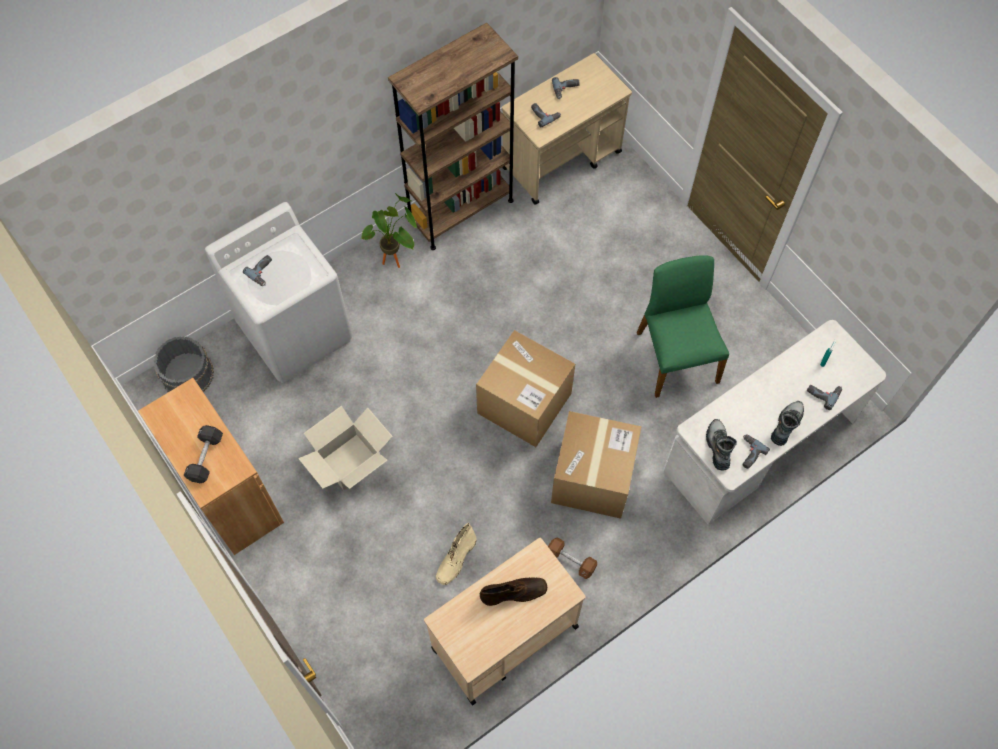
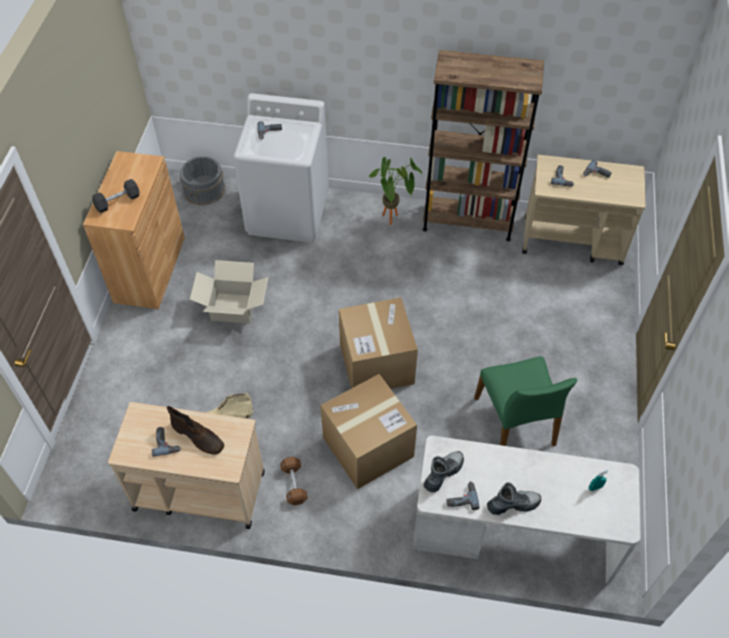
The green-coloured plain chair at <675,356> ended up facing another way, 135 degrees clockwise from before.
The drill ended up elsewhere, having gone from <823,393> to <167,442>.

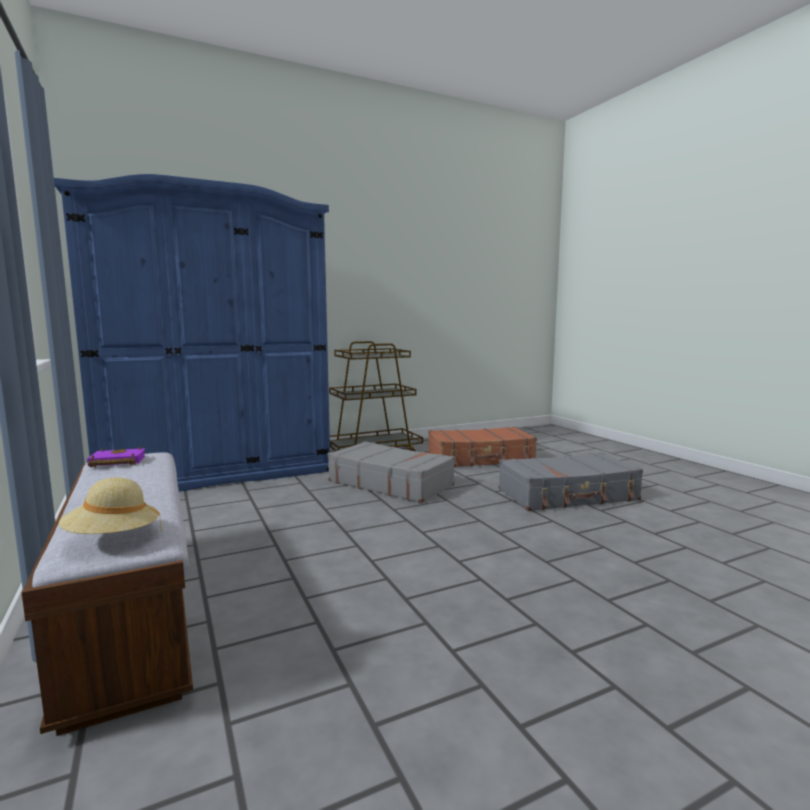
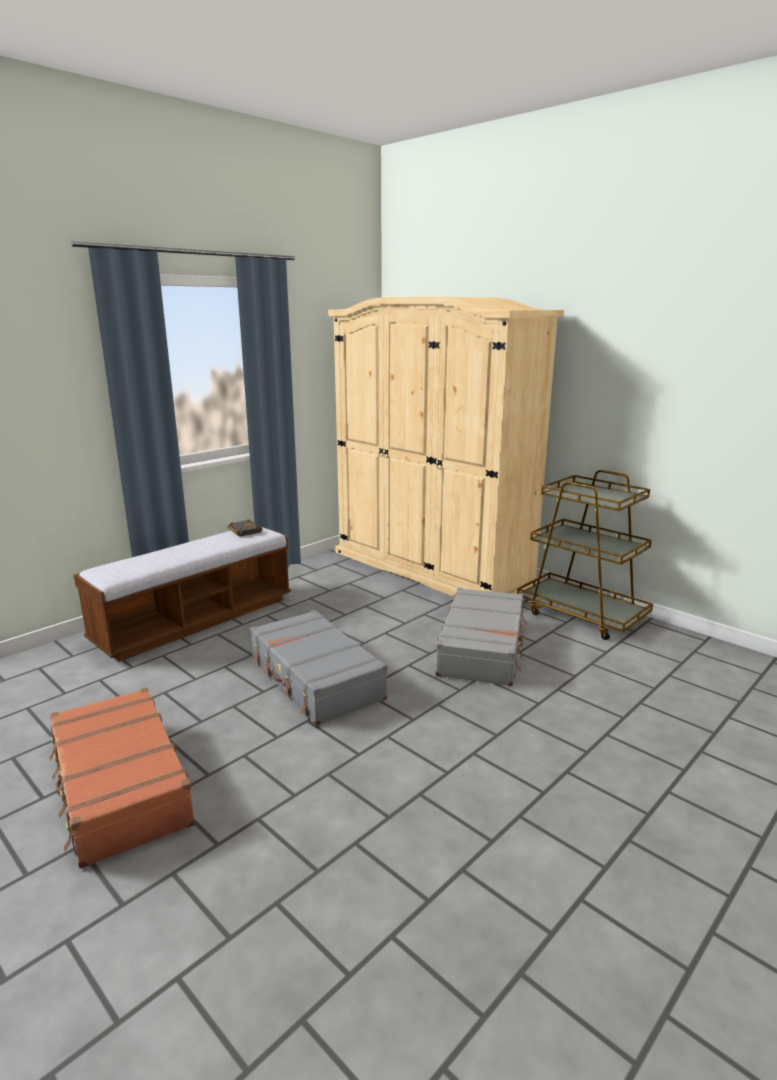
What was the blue wardrobe at <218,473> turned into the beige-coloured wardrobe at <431,567>.
The brown piece of luggage ended up elsewhere, having gone from <480,458> to <119,787>.
What was the purple-coloured bound book at <115,462> turned into the black bound book at <243,531>.
The greyish piece of luggage ended up elsewhere, having gone from <568,495> to <315,679>.
The second view lost the beige-coloured hat at <113,538>.

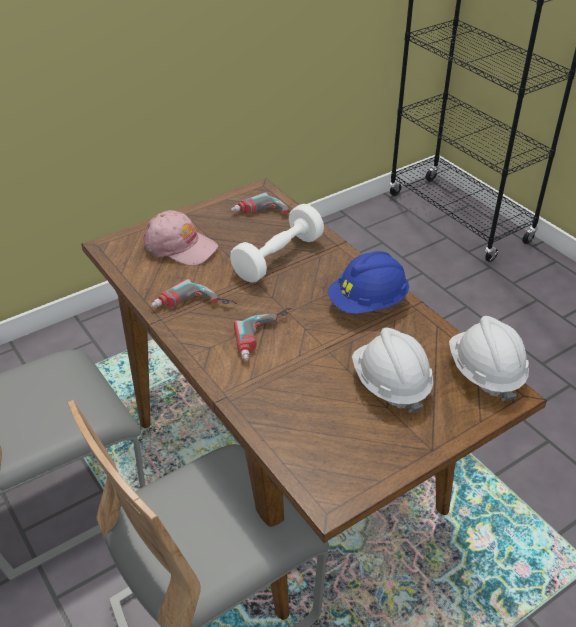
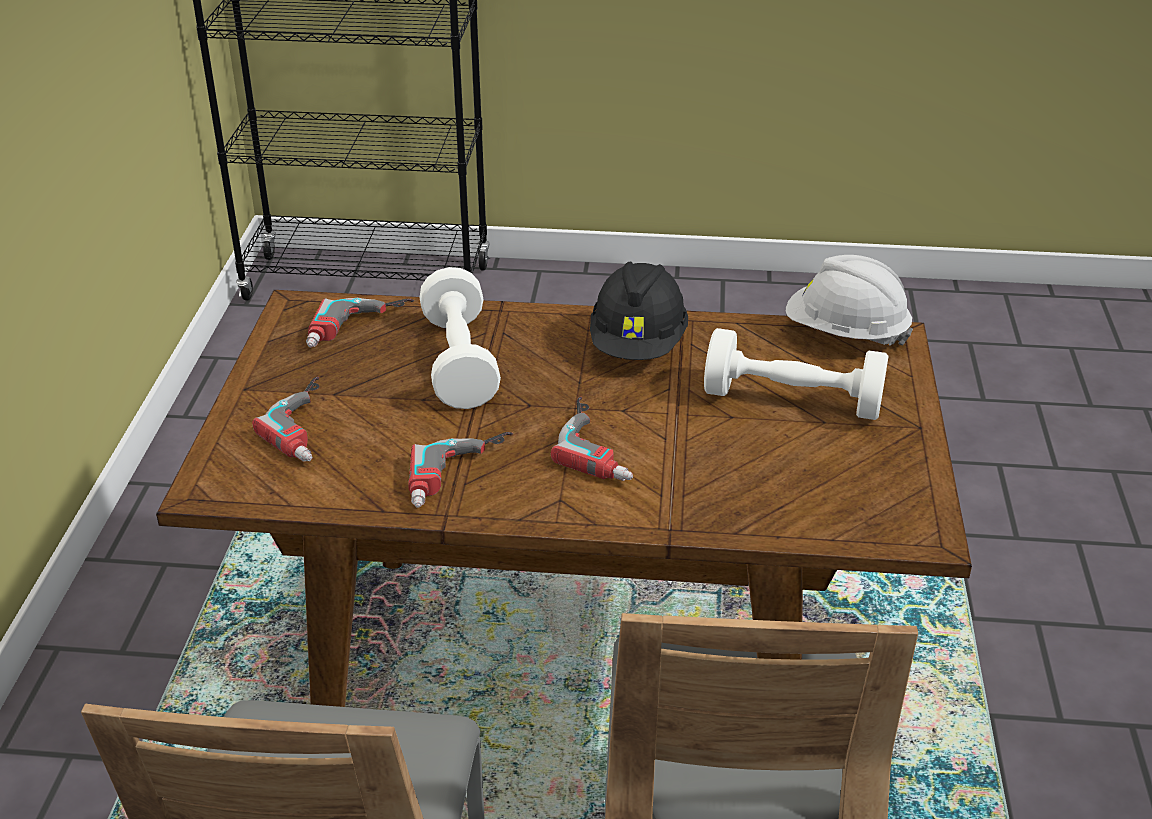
Where the pink peaked cap stood at <180,246>, the drill came to stand at <312,426>.
What was the blue work helmet at <368,303> turned into the black work helmet at <638,344>.
Where the whitish work helmet stood at <390,384>, the whitish free weight came to stand at <792,401>.

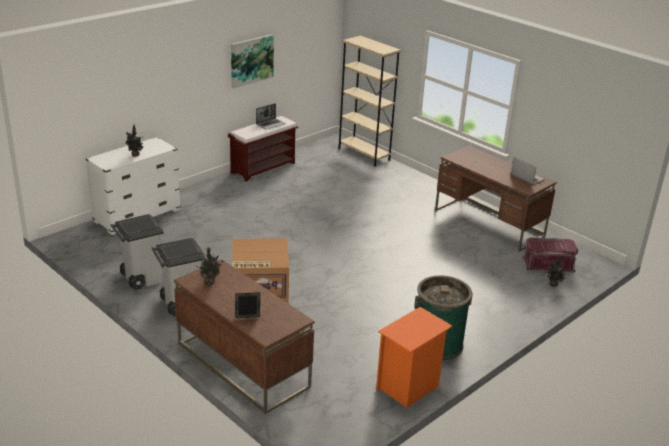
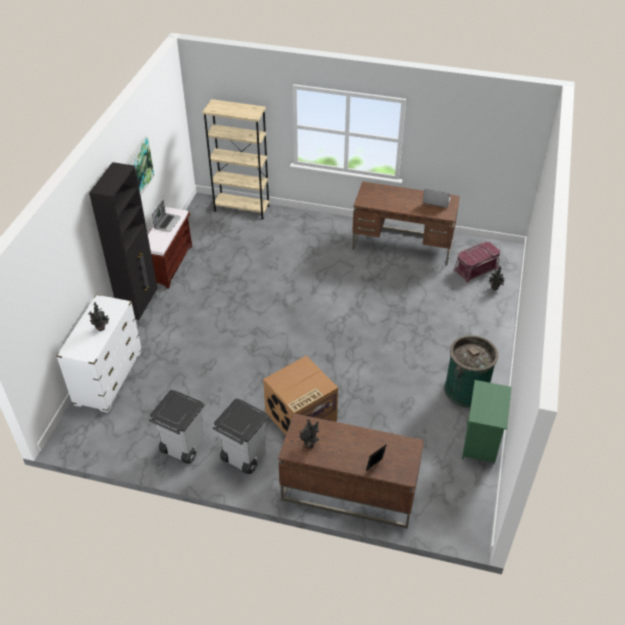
What was the orange-coloured night table at <409,387> turned into the green-coloured night table at <481,443>.
The second view gained the black cabinet at <140,309>.

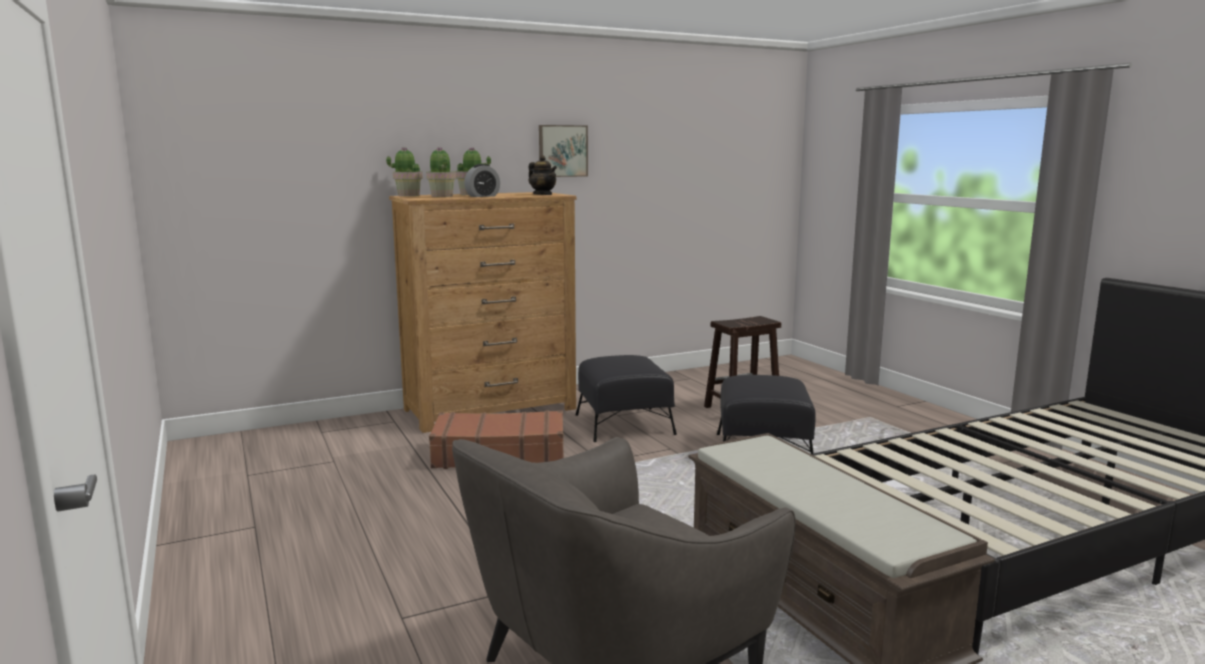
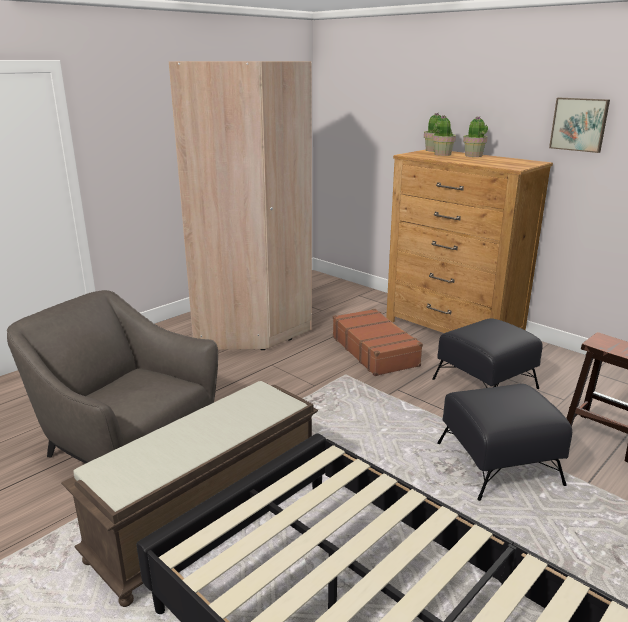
The second view lost the tea pot at <543,195>.
The second view lost the bedside clock at <482,196>.
The second view gained the beige-coloured wardrobe at <254,325>.

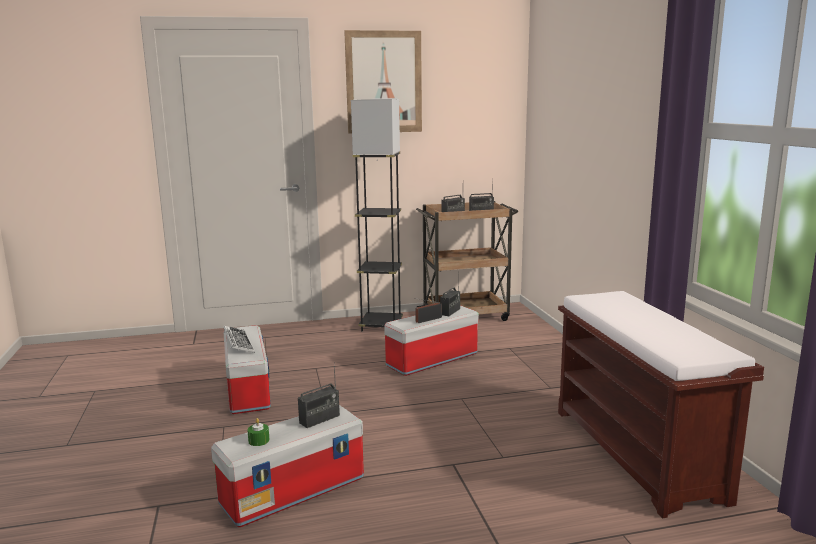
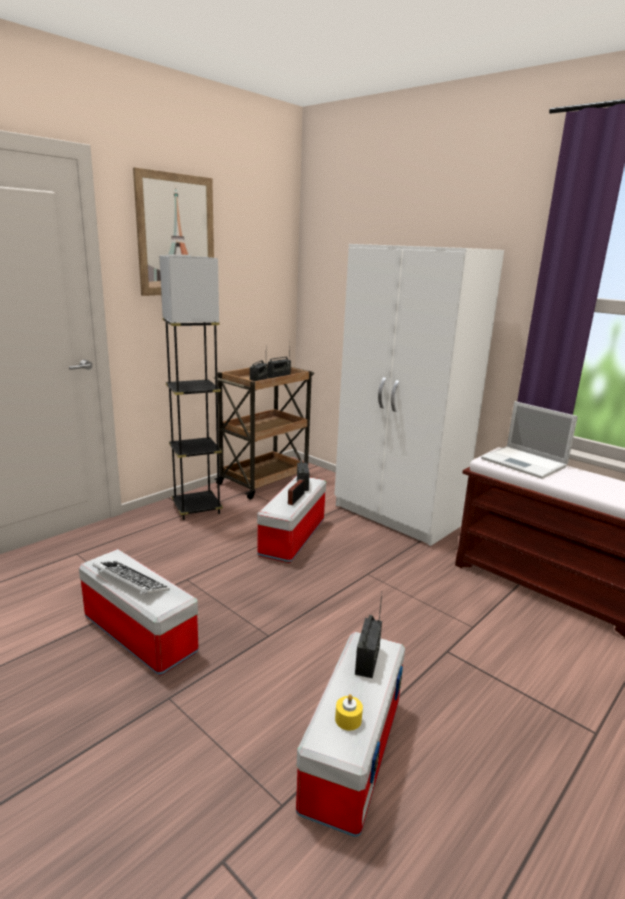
What was the green-coloured wax light at <259,440> turned into the yellow wax light at <348,719>.
The second view gained the whitish wardrobe at <398,515>.
The second view gained the notebook computer at <525,463>.

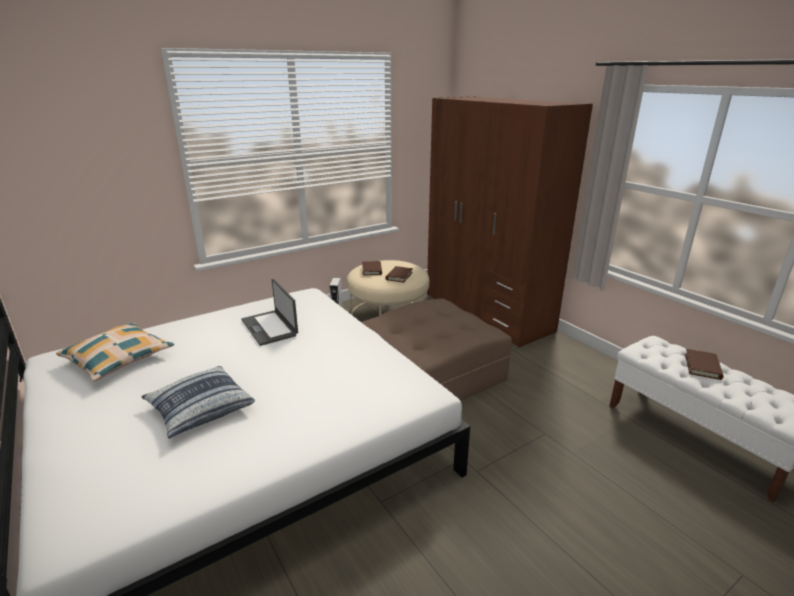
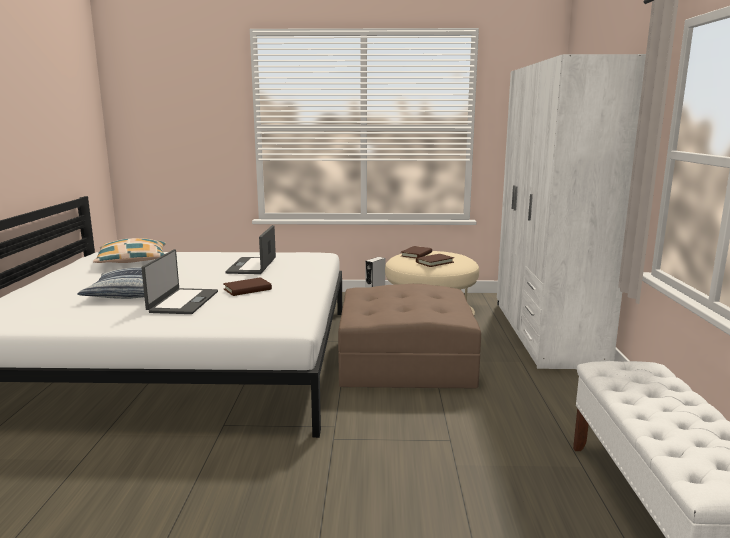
What was the brown wardrobe at <487,312> turned into the whitish wardrobe at <545,332>.
The brown bound book ended up elsewhere, having gone from <702,366> to <247,289>.
The second view gained the notebook computer at <183,302>.

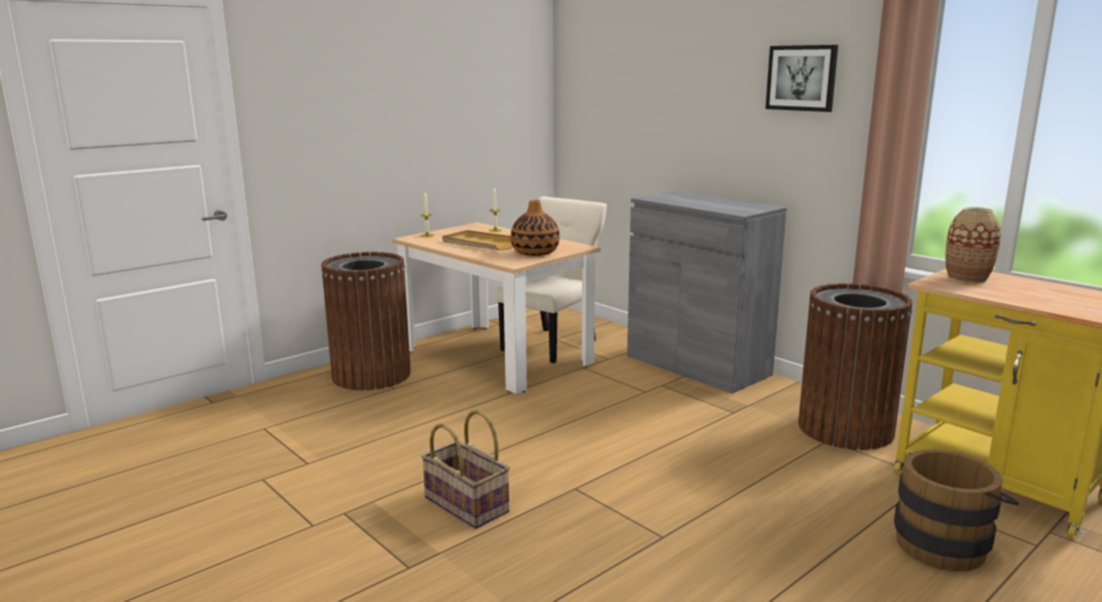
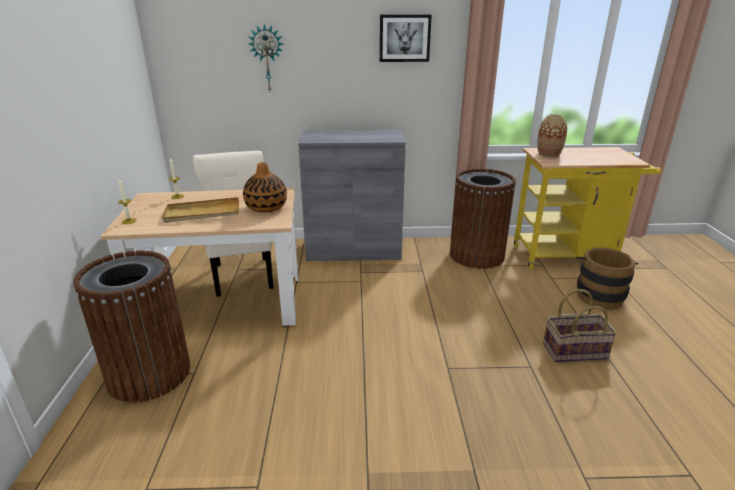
The household basket ended up elsewhere, having gone from <468,504> to <574,350>.
The second view gained the wall clock at <267,59>.

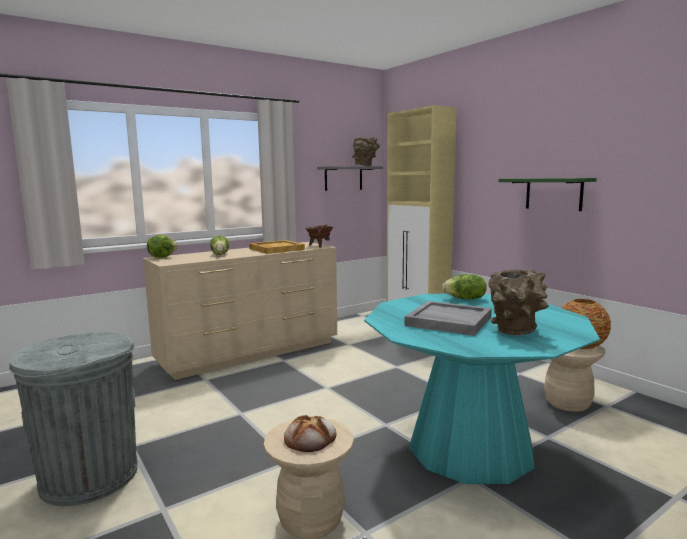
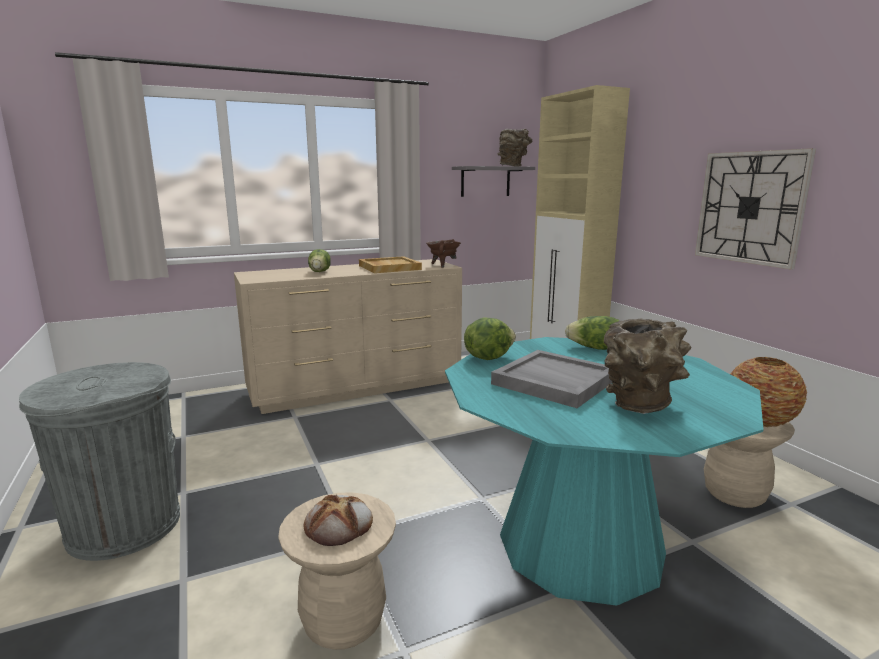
Where the green-coloured wall shelf hung at <553,194>, the wall clock came to hang at <750,207>.
The head of lettuce ended up elsewhere, having gone from <162,257> to <487,357>.

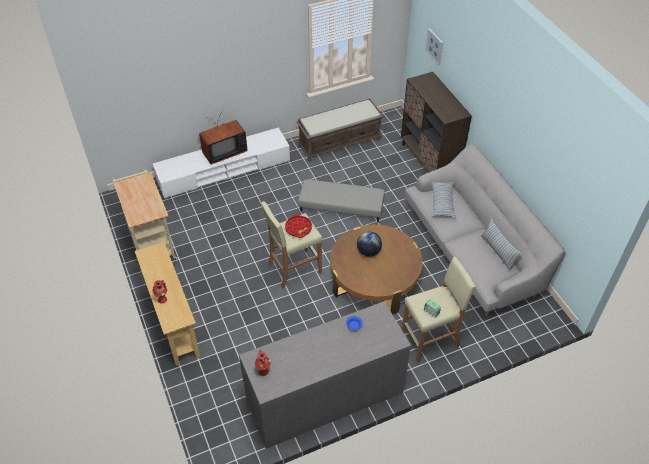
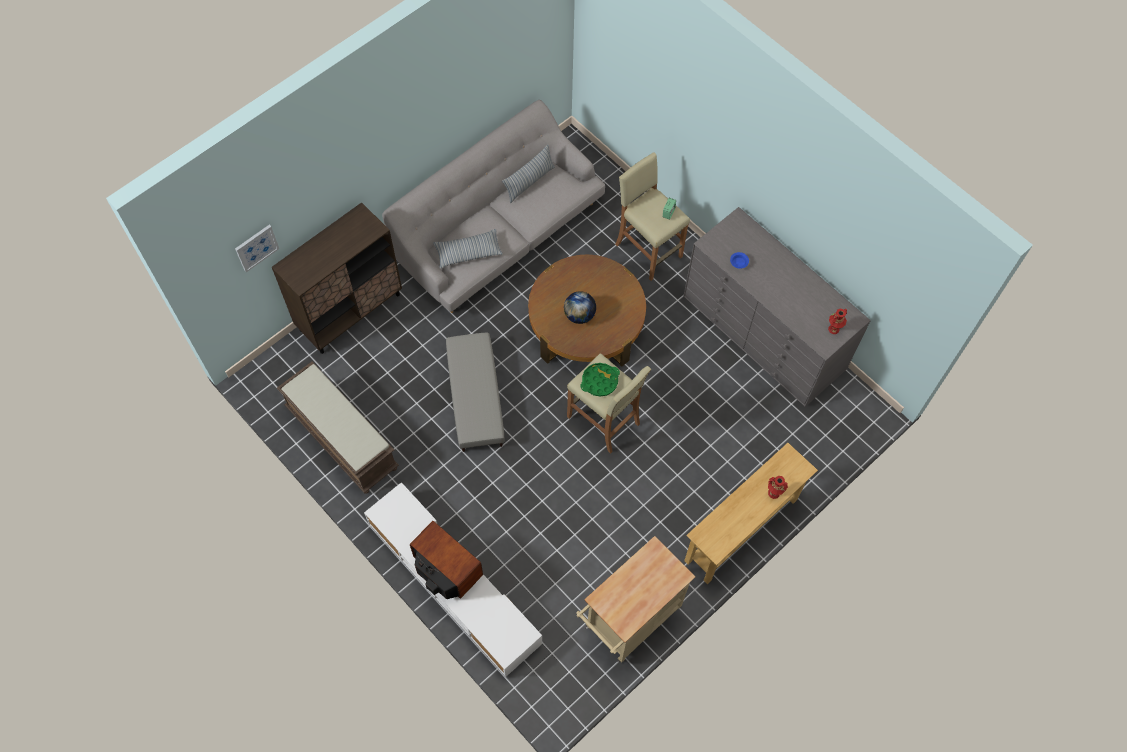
What was the reddish carrying tray at <298,228> turned into the green-coloured carrying tray at <599,381>.

